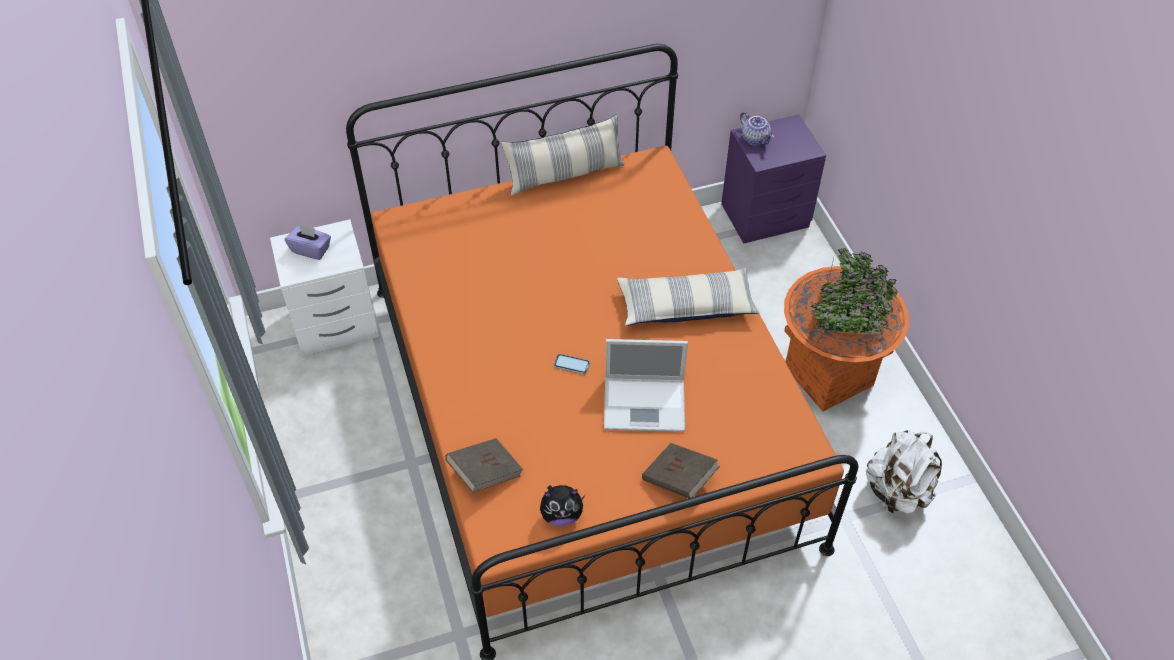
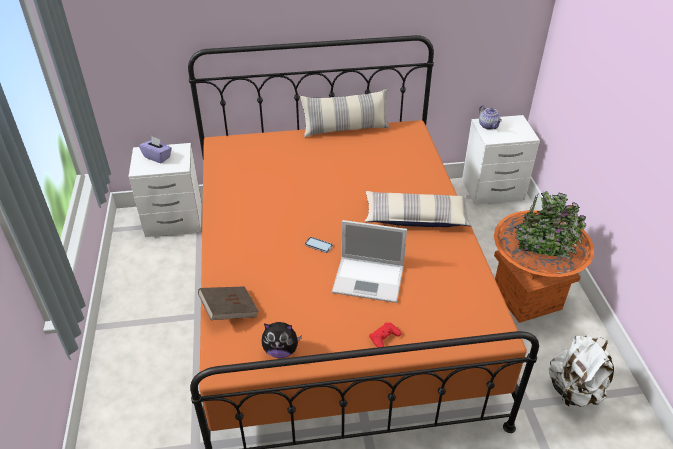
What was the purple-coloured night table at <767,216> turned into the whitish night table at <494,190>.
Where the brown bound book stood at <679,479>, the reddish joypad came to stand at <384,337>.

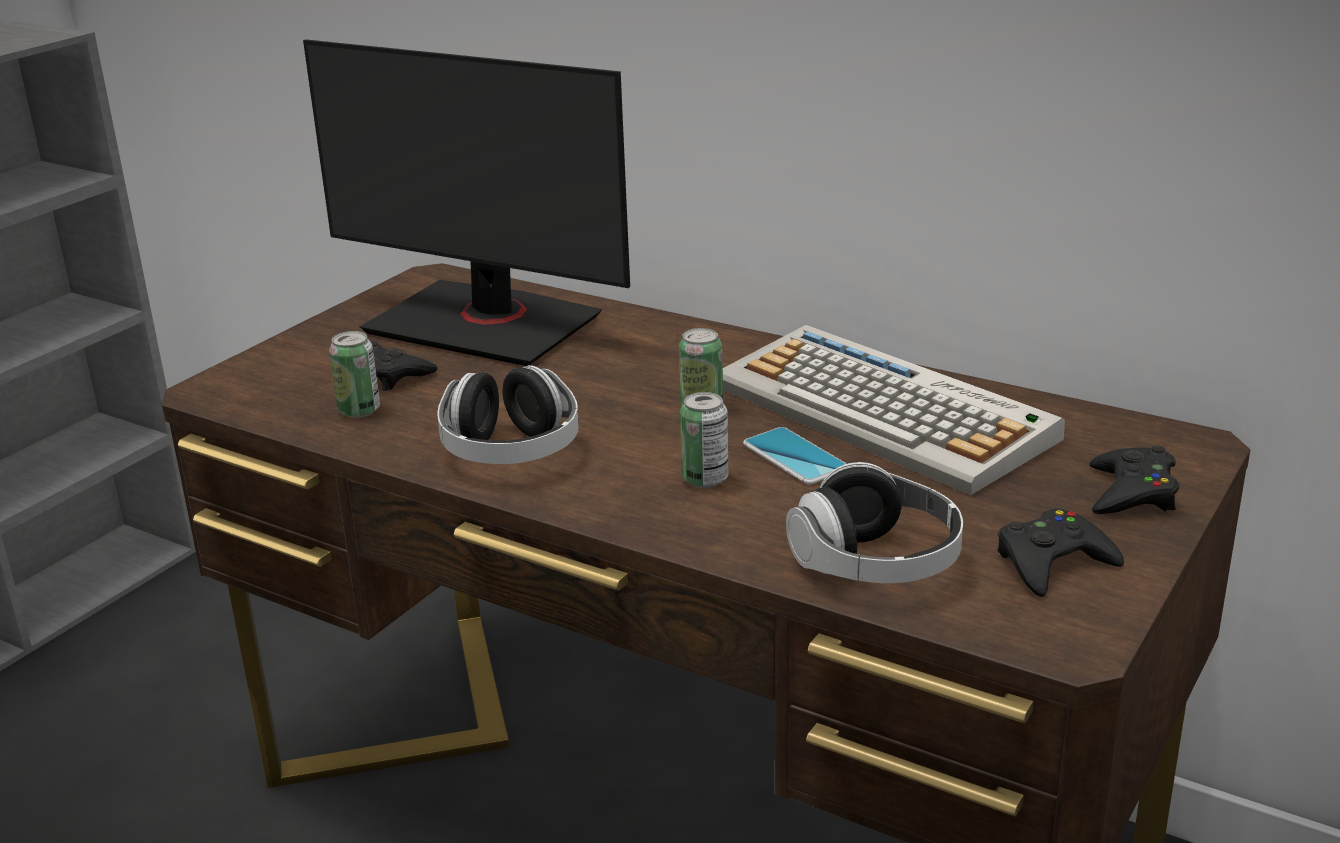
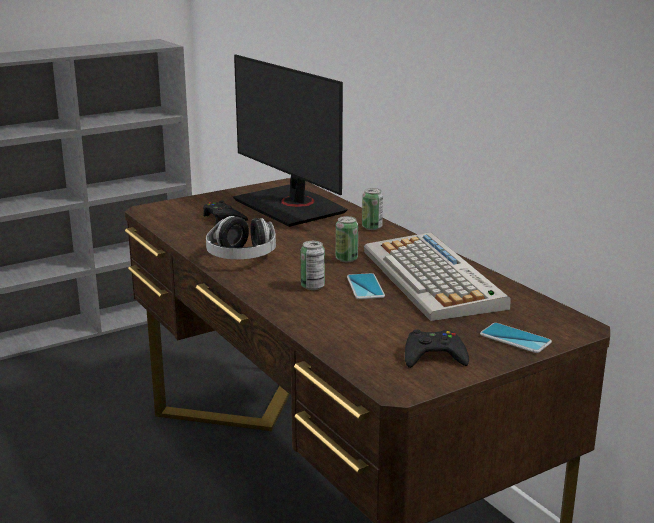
The sealed can ended up elsewhere, having gone from <359,410> to <372,227>.
Where the black joypad stood at <1132,493>, the telephone came to stand at <515,339>.
The second view lost the headset at <876,564>.

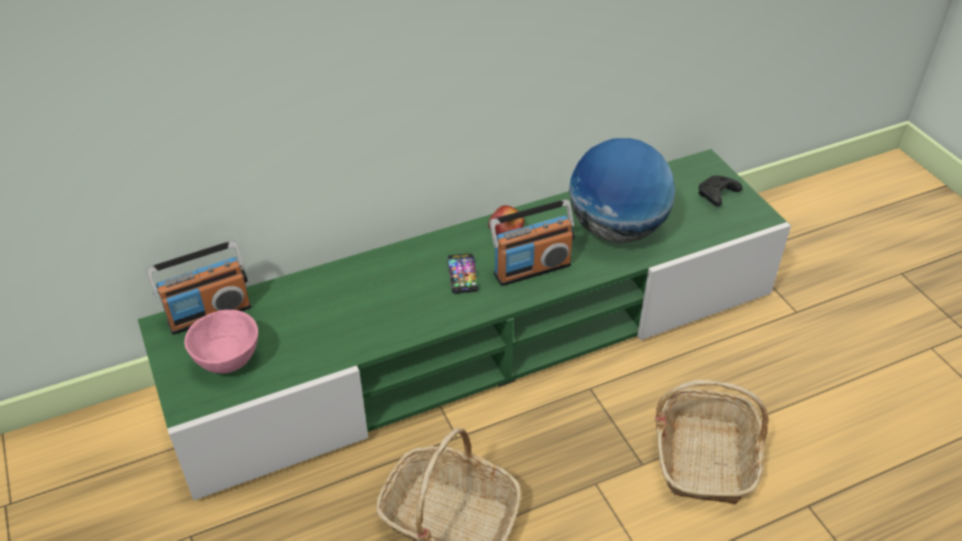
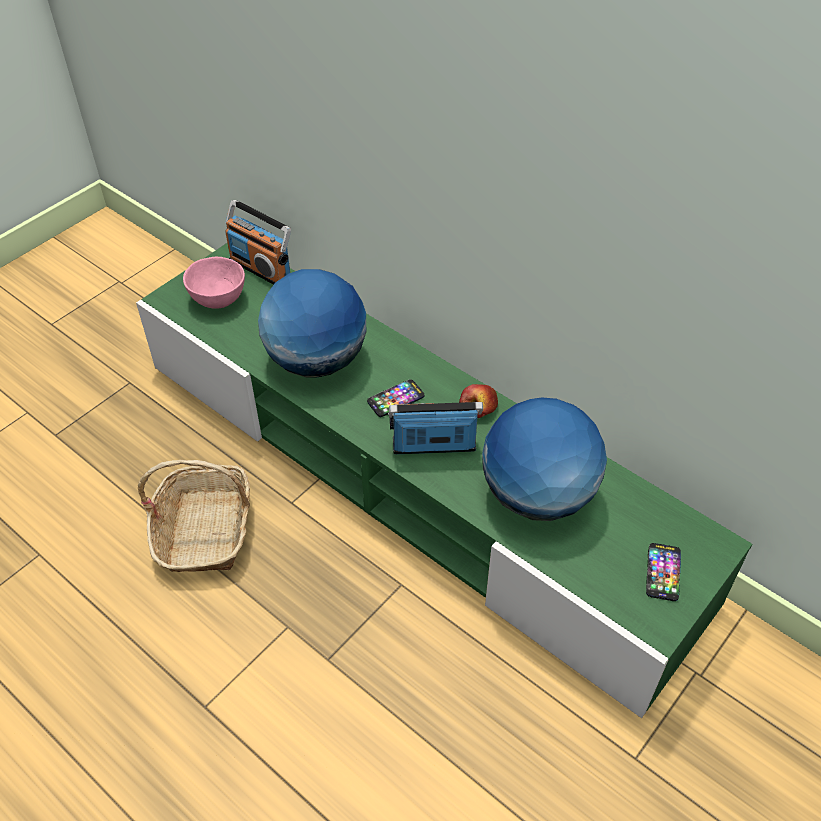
Where the black joypad stood at <717,196>, the telephone came to stand at <663,572>.
The radio receiver at <531,268> ended up facing another way, 135 degrees clockwise from before.
The second view lost the household basket at <704,457>.
The second view gained the desk globe at <316,360>.

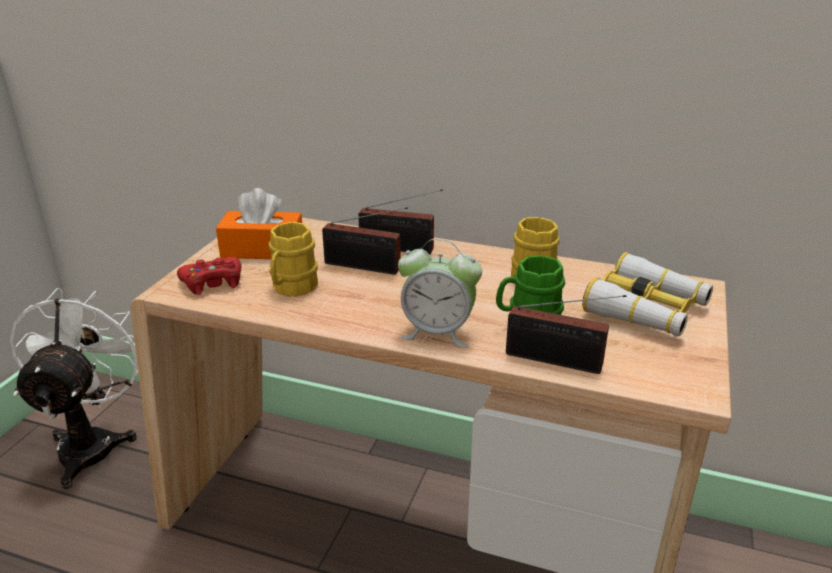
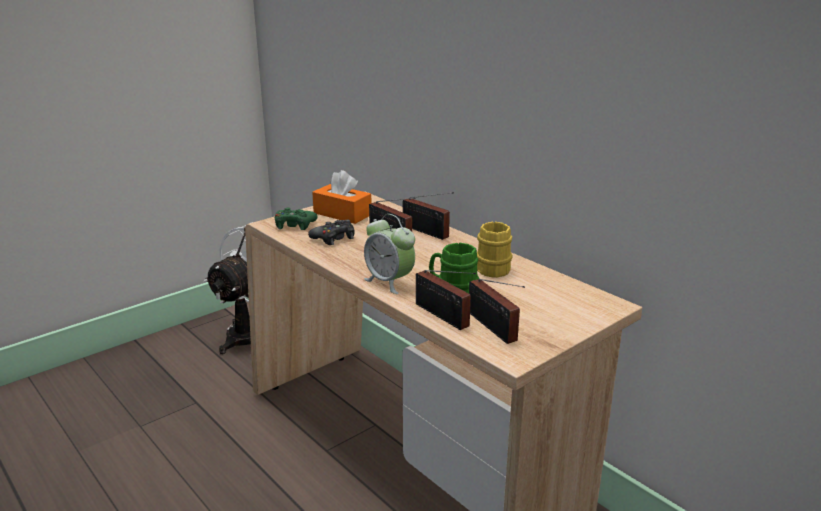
Where the yellow mug stood at <291,288>, the black joypad came to stand at <334,238>.
The second view lost the pair of binoculars at <646,309>.
What was the reddish joypad at <213,283> turned into the green-coloured joypad at <294,225>.
The second view gained the radio receiver at <493,328>.

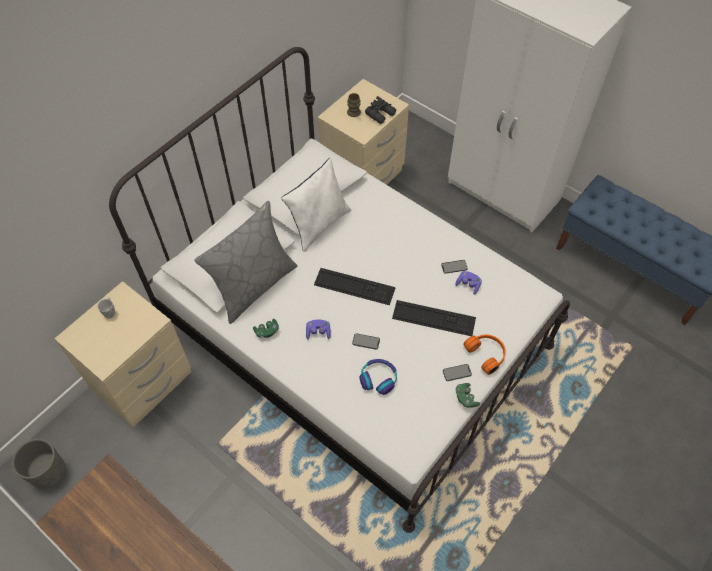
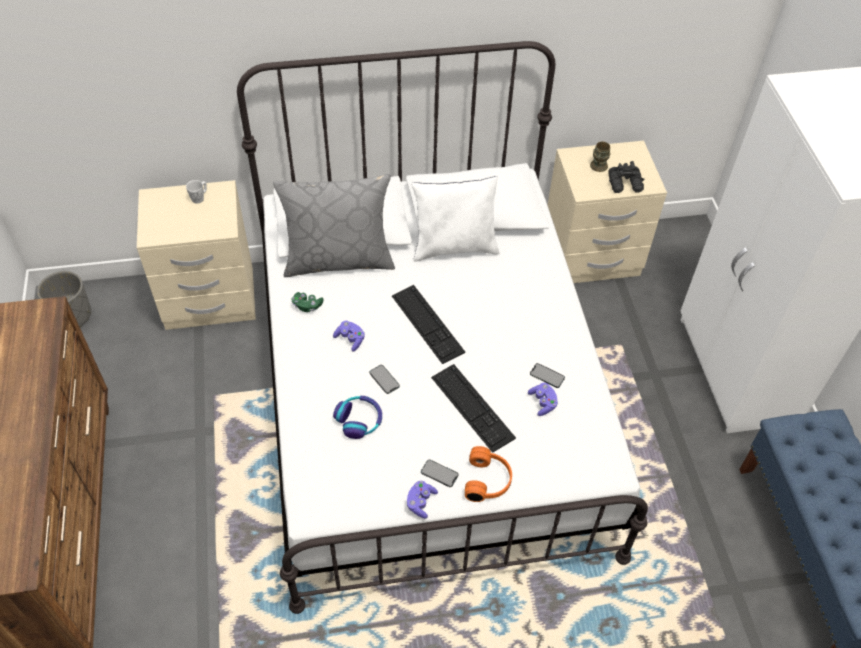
What was the green-coloured joypad at <465,398> turned into the purple-coloured joypad at <420,502>.

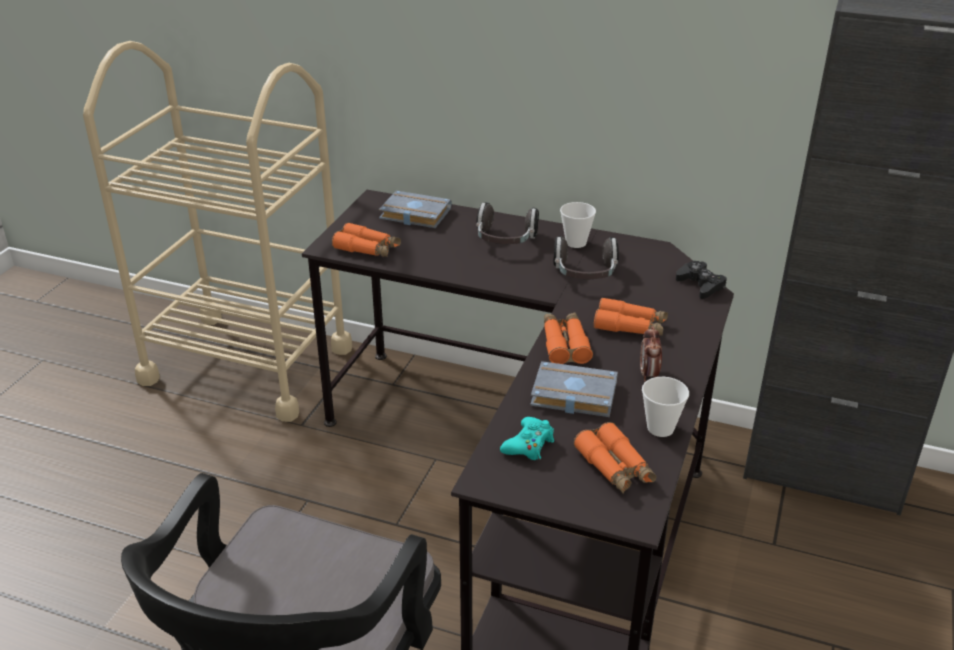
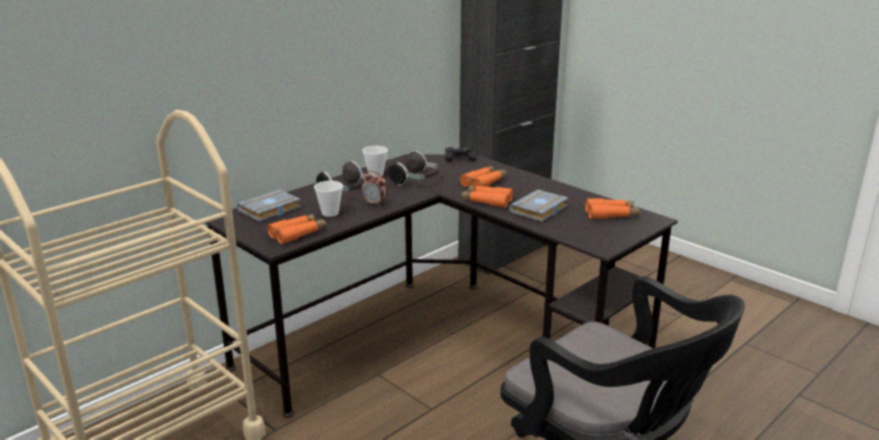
The bedside clock ended up elsewhere, having gone from <649,374> to <375,204>.
The drinking cup ended up elsewhere, having gone from <660,428> to <330,213>.
The second view lost the turquoise-coloured joypad at <529,445>.

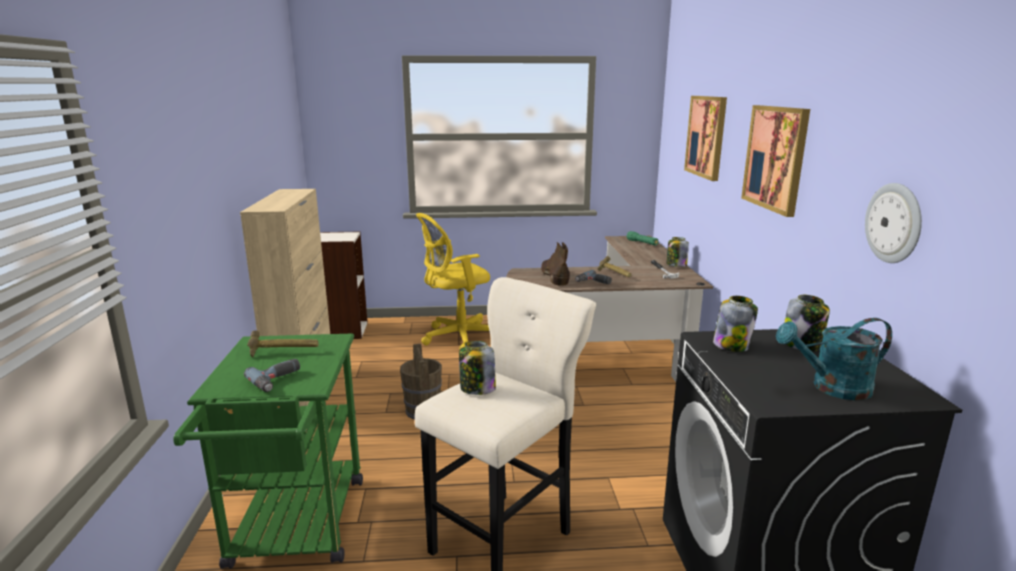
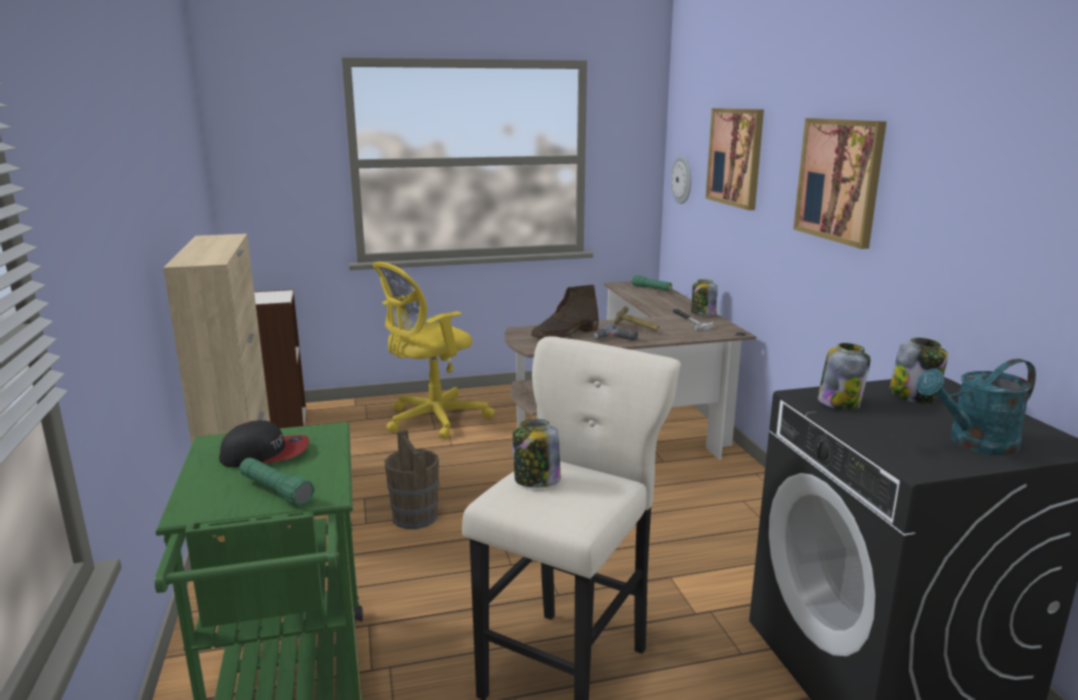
The wall clock ended up elsewhere, having gone from <894,223> to <682,180>.
The brown high-top boot at <554,276> ended up facing another way, 105 degrees counterclockwise from before.
Where the hand hammer stood at <284,353>, the peaked cap came to stand at <266,454>.
Where the drill stood at <278,380>, the green-coloured torch came to stand at <276,491>.

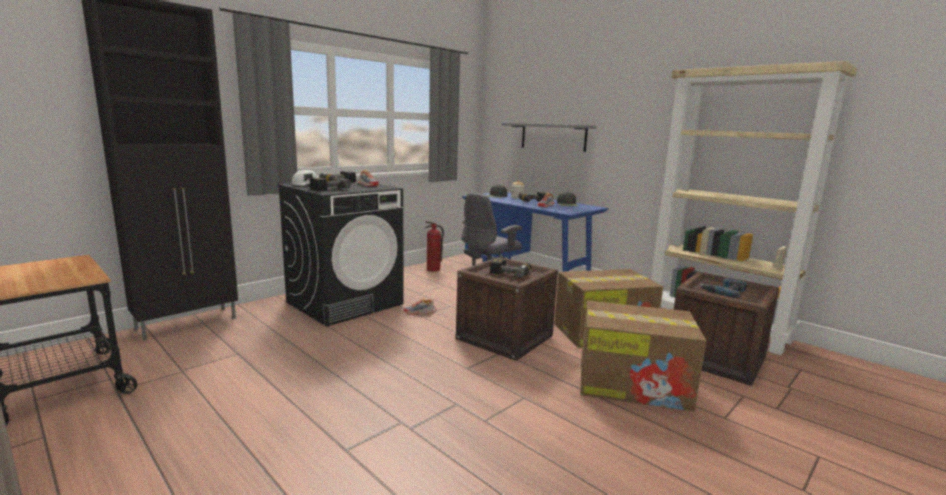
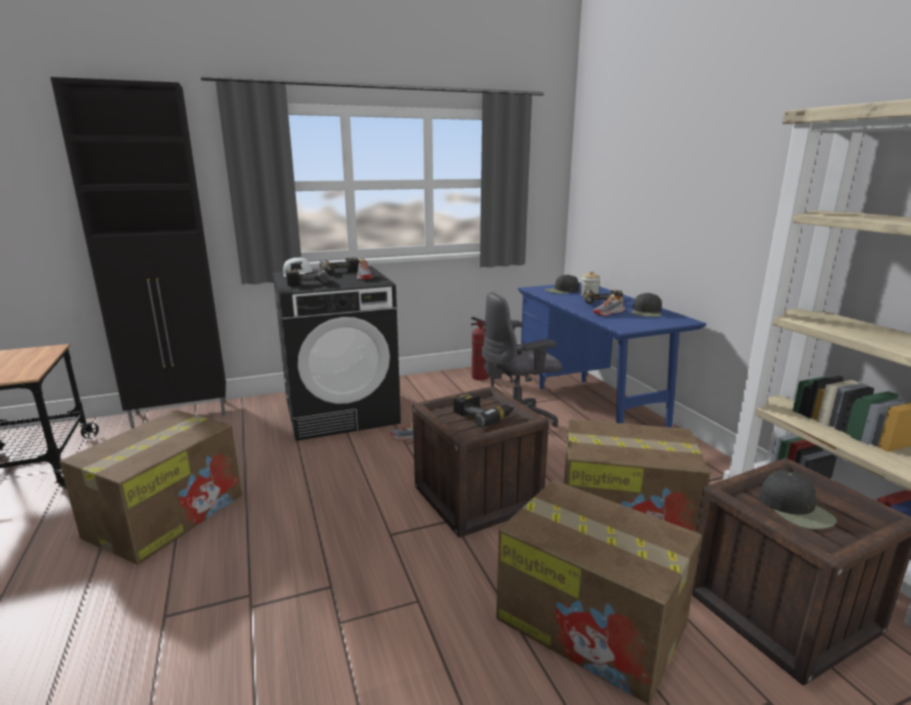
The second view lost the greyish wall shelf at <553,137>.
Where the drill stood at <724,291>, the black peaked cap came to stand at <796,509>.
The second view gained the cardboard box at <167,514>.

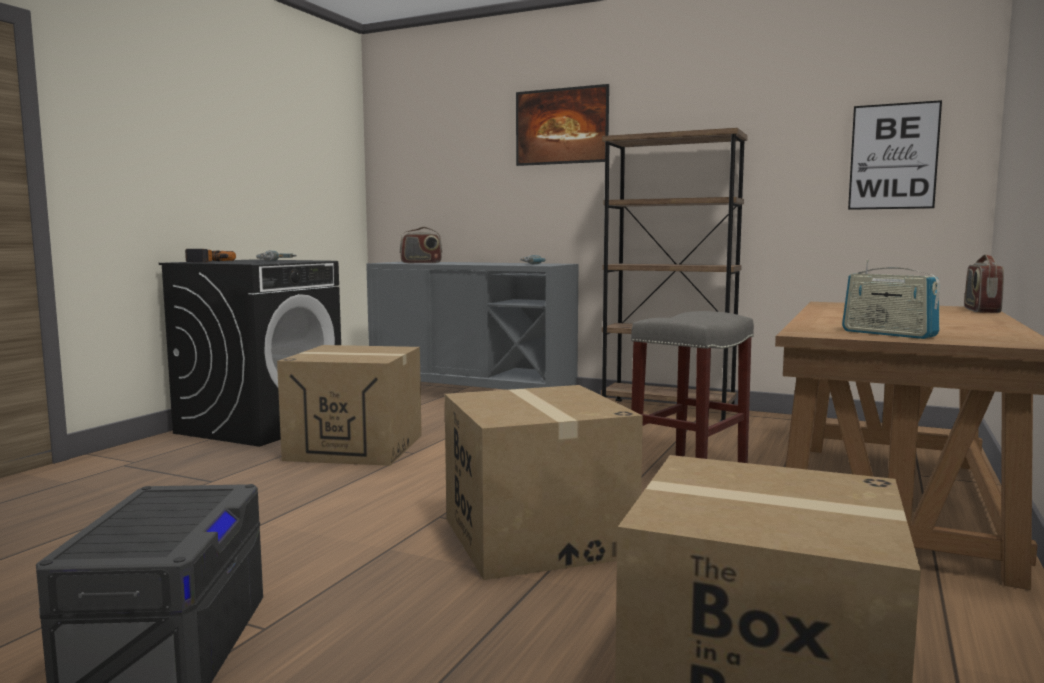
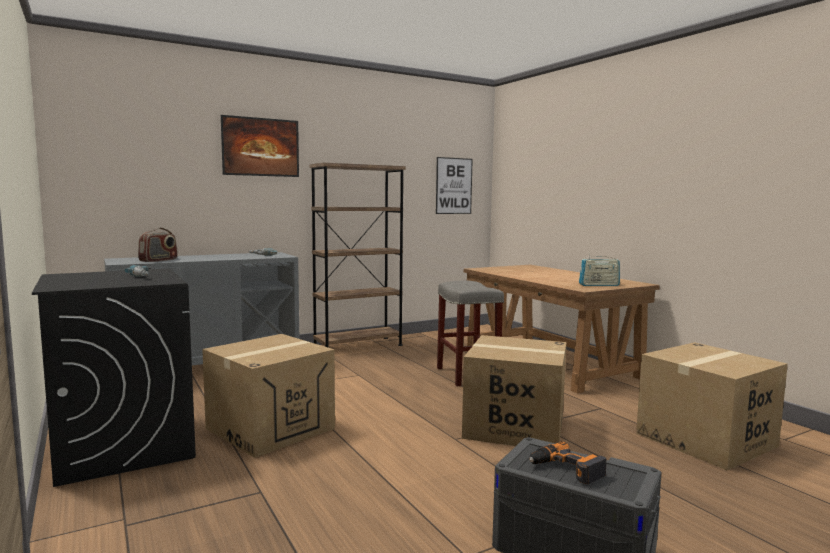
The drill ended up elsewhere, having gone from <207,261> to <566,469>.
The second view lost the radio receiver at <981,310>.

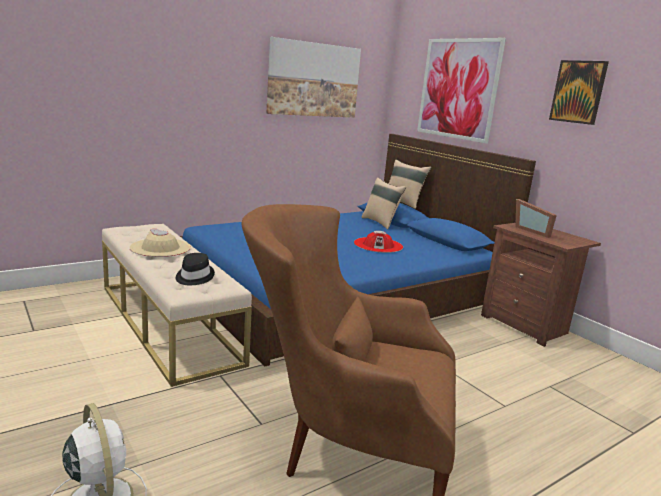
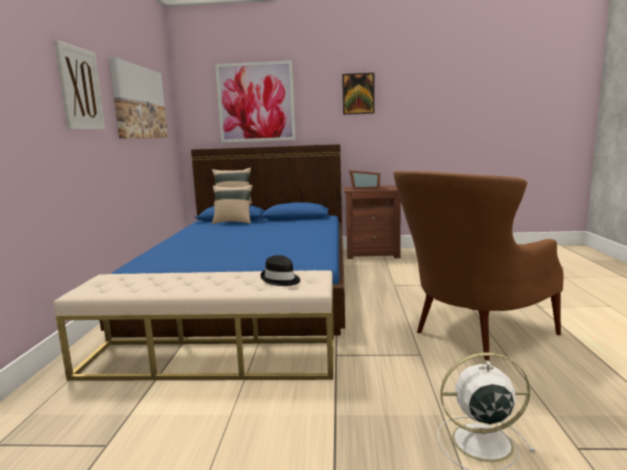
The second view lost the beige-coloured hat at <160,248>.
The second view lost the reddish hat at <378,245>.
The second view gained the wall picture at <80,89>.

